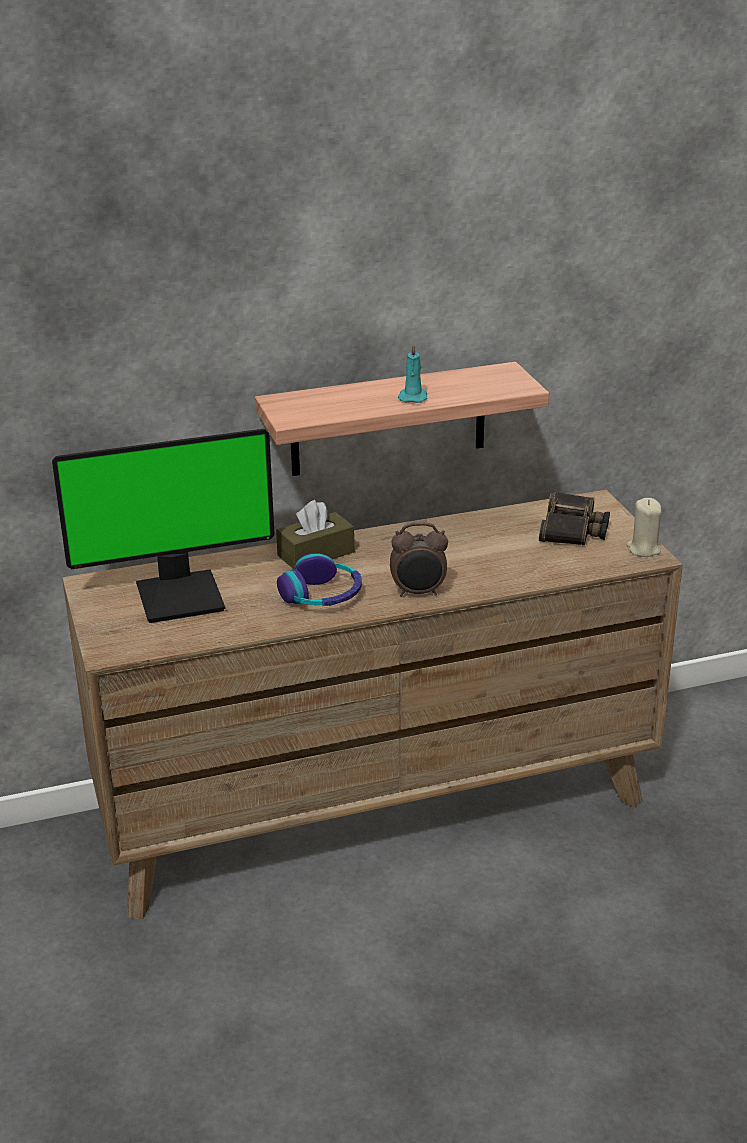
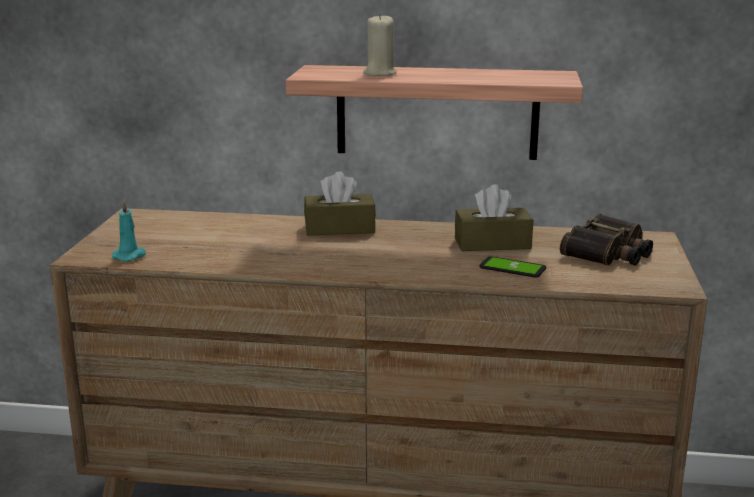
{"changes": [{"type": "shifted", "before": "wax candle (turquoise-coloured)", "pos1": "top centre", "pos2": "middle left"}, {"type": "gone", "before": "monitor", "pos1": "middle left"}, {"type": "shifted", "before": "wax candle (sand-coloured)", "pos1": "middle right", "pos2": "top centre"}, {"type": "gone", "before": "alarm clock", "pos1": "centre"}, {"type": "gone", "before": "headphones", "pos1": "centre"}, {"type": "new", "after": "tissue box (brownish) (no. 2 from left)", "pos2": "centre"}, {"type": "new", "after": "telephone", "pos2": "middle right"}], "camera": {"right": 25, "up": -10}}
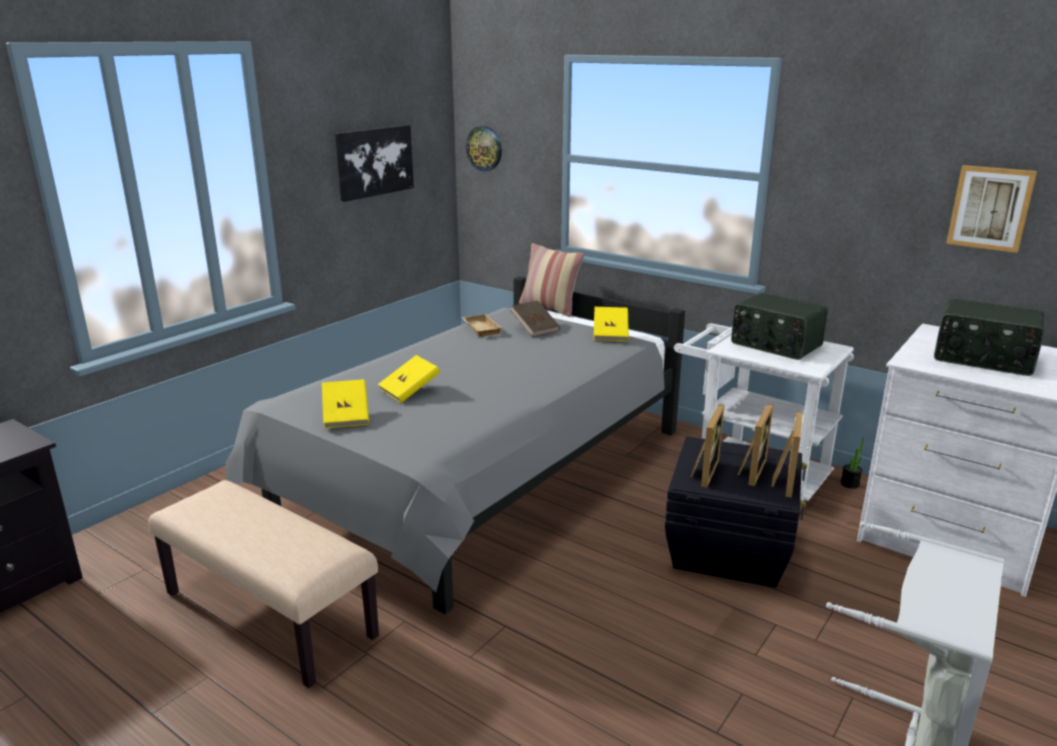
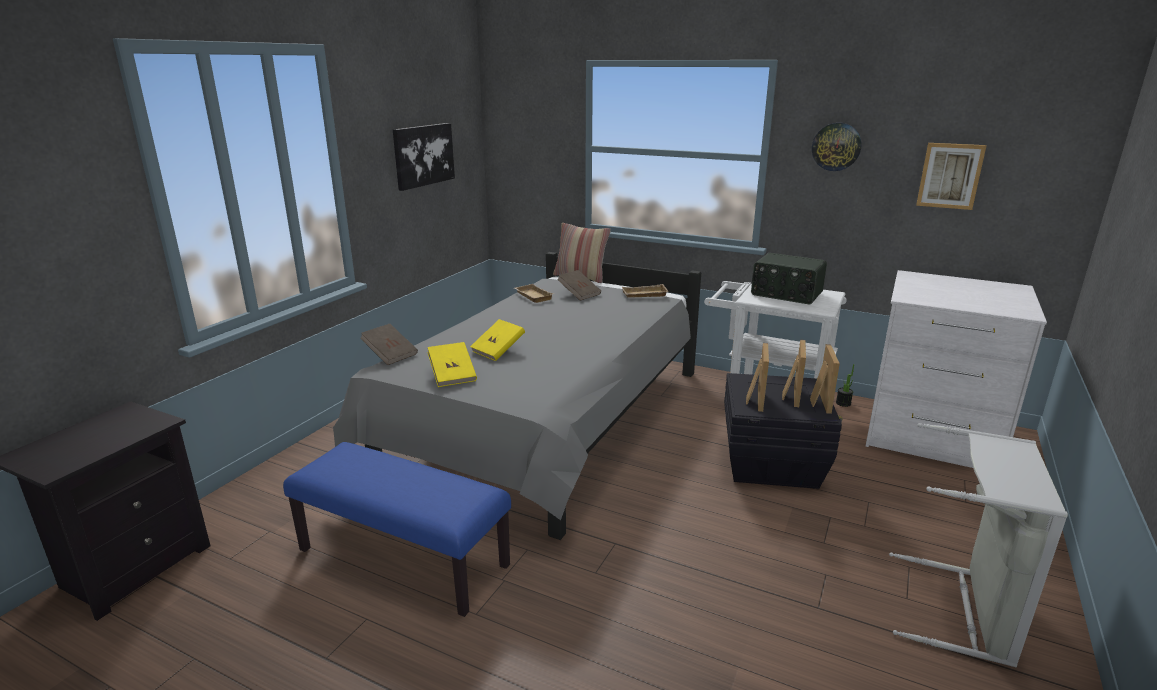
{"changes": [{"type": "shifted", "before": "clock on the wall", "pos1": "top centre", "pos2": "top right"}, {"type": "gone", "before": "radio set (no. 2 from left)", "pos1": "middle right"}, {"type": "swapped", "before": "bound book (yellow-coloured) (no. 3 from left)", "after": "serving tray (sand-coloured) (no. 2 from left)", "pos1": "centre", "pos2": "centre"}, {"type": "repainted", "before": "indoor bench (sand-coloured)", "after": "indoor bench (blue-coloured)", "pos1": "bottom left", "pos2": "bottom centre"}, {"type": "new", "after": "bound book (brownish) (no. 1 from left)", "pos2": "centre"}], "camera": {"right": -10, "up": 0}}
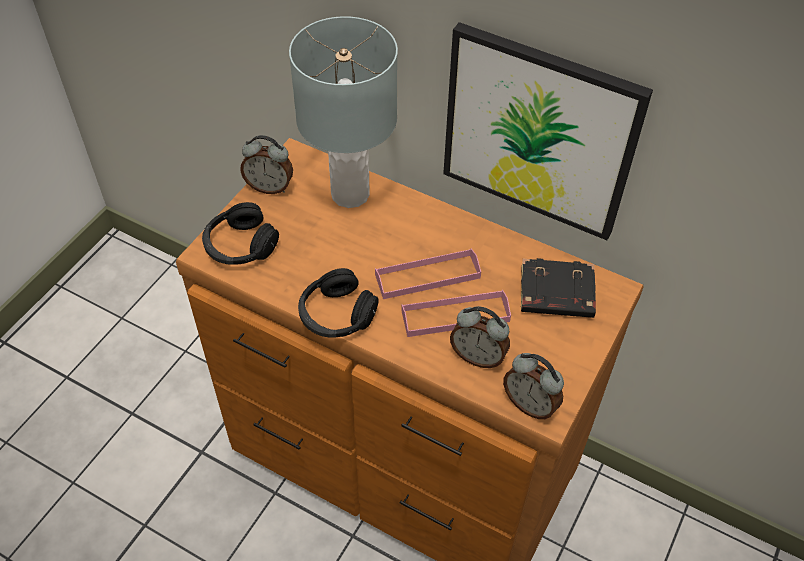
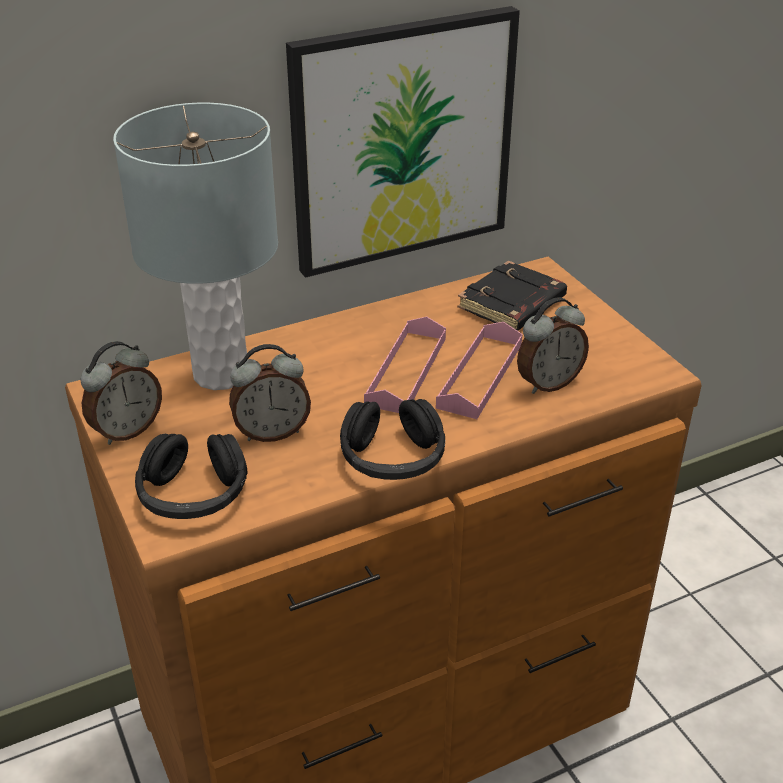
{"changes": [{"type": "shifted", "before": "alarm clock (no. 3 from left in the first image)", "after": "alarm clock (no. 2 from left)", "pos1": "bottom centre", "pos2": "centre"}], "camera": {"right": -55, "up": -15}}
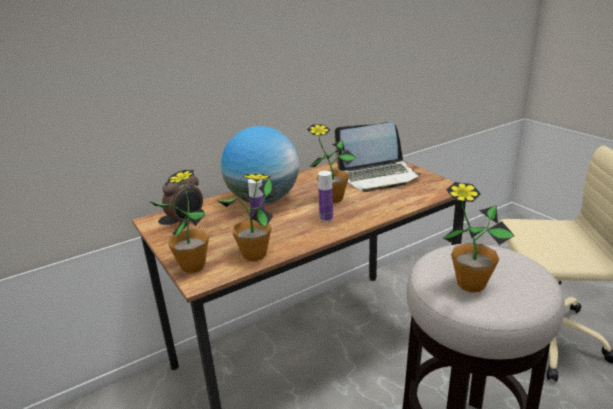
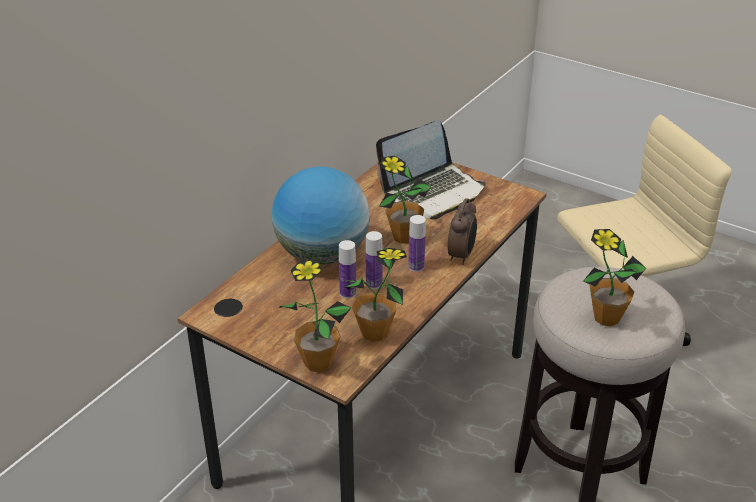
{"changes": [{"type": "shifted", "before": "alarm clock", "pos1": "middle left", "pos2": "centre"}, {"type": "new", "after": "beverage bottle (no. 2 from left)", "pos2": "centre"}], "camera": {"right": -25, "up": 10}}
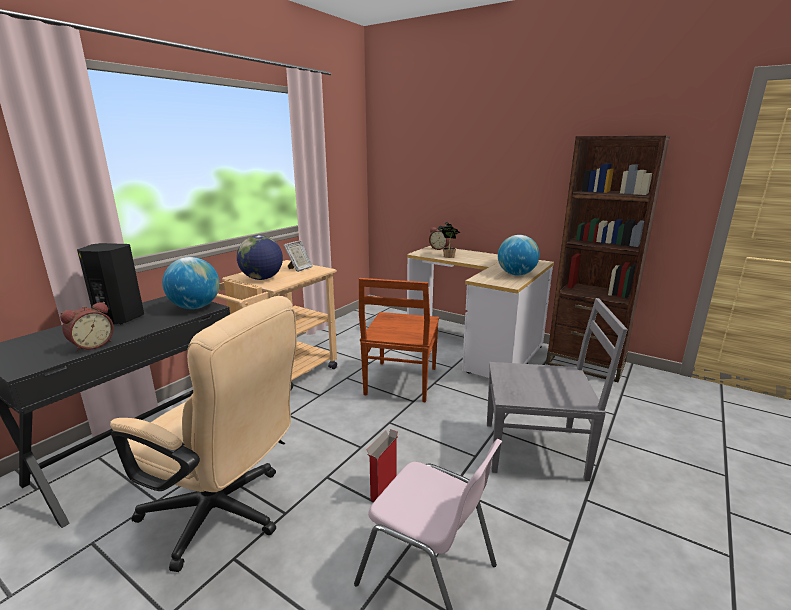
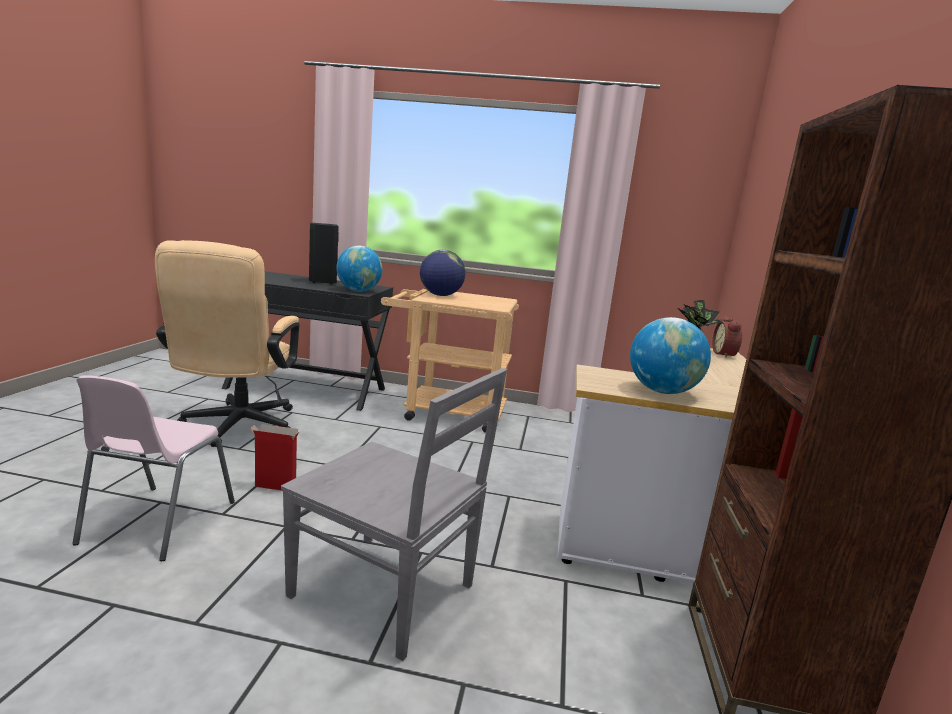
{"changes": [{"type": "gone", "before": "photo frame", "pos1": "centre"}, {"type": "gone", "before": "chair (brownish)", "pos1": "centre"}, {"type": "rotated", "before": "chair (grey)", "pos1": "middle right", "pos2": "bottom centre", "turn": -45}, {"type": "gone", "before": "alarm clock (no. 1 from left)", "pos1": "middle left"}], "camera": {"right": 65, "up": -5}}
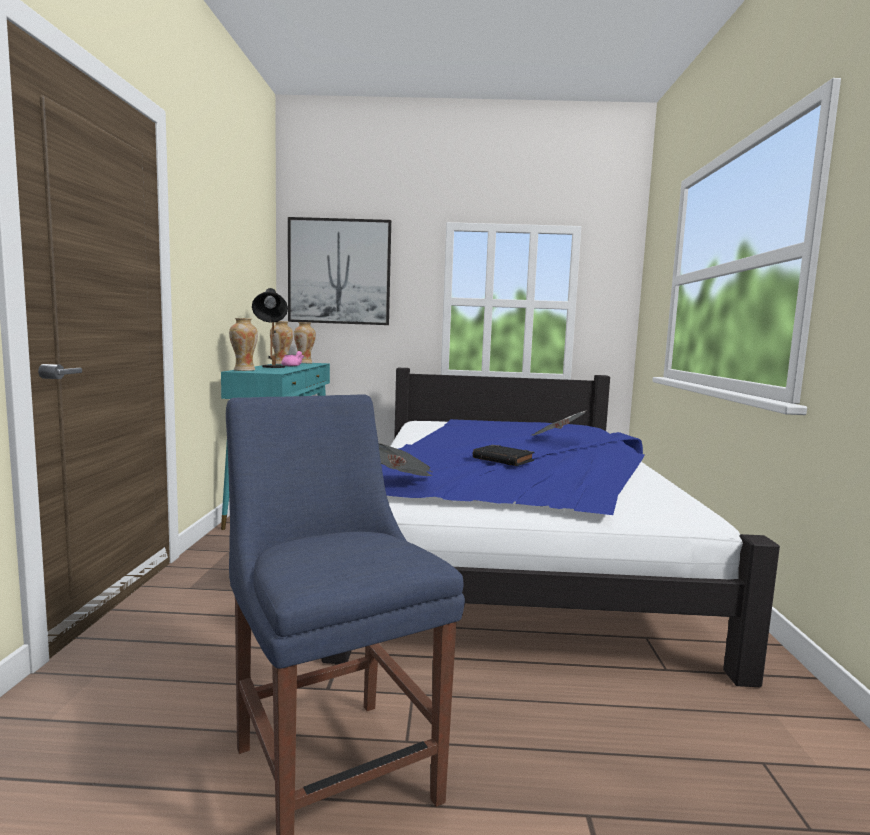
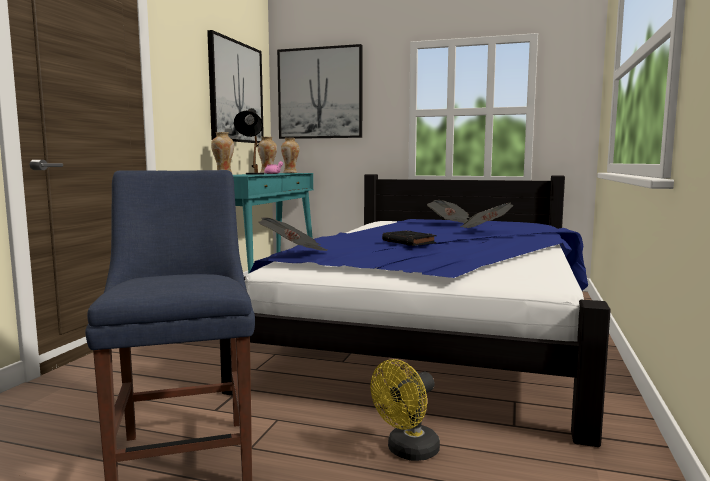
{"changes": [{"type": "new", "after": "picture (no. 1 from left)", "pos2": "top left"}, {"type": "new", "after": "daily paper (no. 2 from left)", "pos2": "centre"}, {"type": "new", "after": "cooling fan (yellow-coloured)", "pos2": "bottom centre"}], "camera": {"right": 15, "up": 0}}
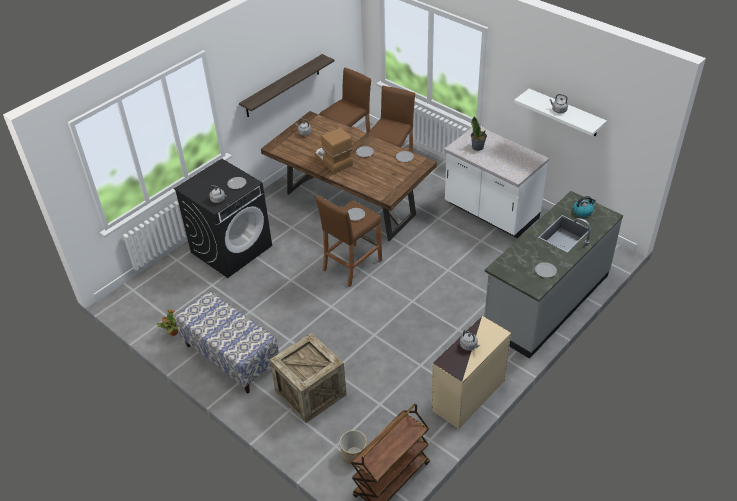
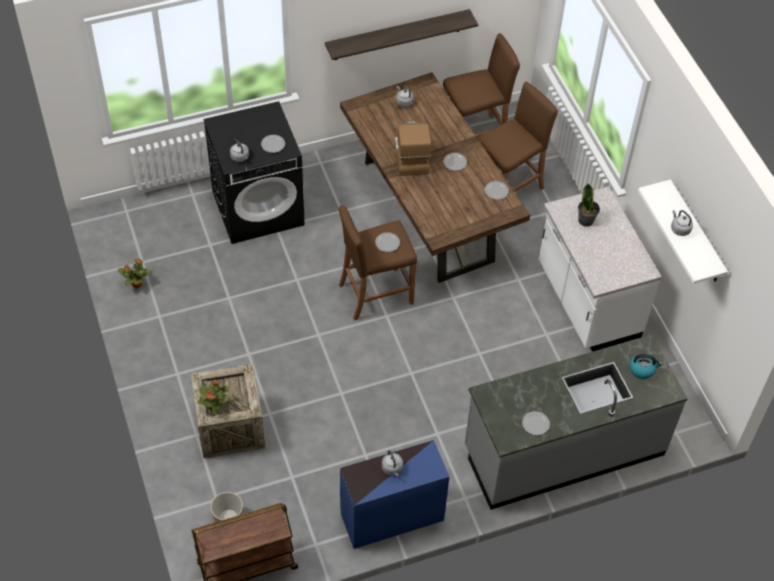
{"changes": [{"type": "gone", "before": "indoor bench", "pos1": "bottom left"}, {"type": "repainted", "before": "drawer chest (sand-coloured)", "after": "drawer chest (blue-coloured)", "pos1": "bottom centre", "pos2": "bottom centre"}, {"type": "new", "after": "potted plant (no. 2 from left)", "pos2": "bottom left"}], "camera": {"right": 25, "up": 10}}
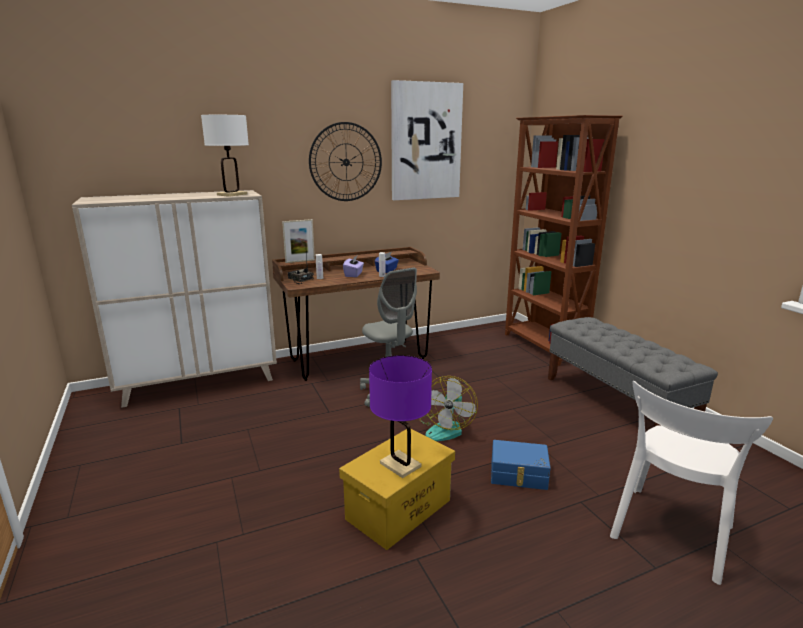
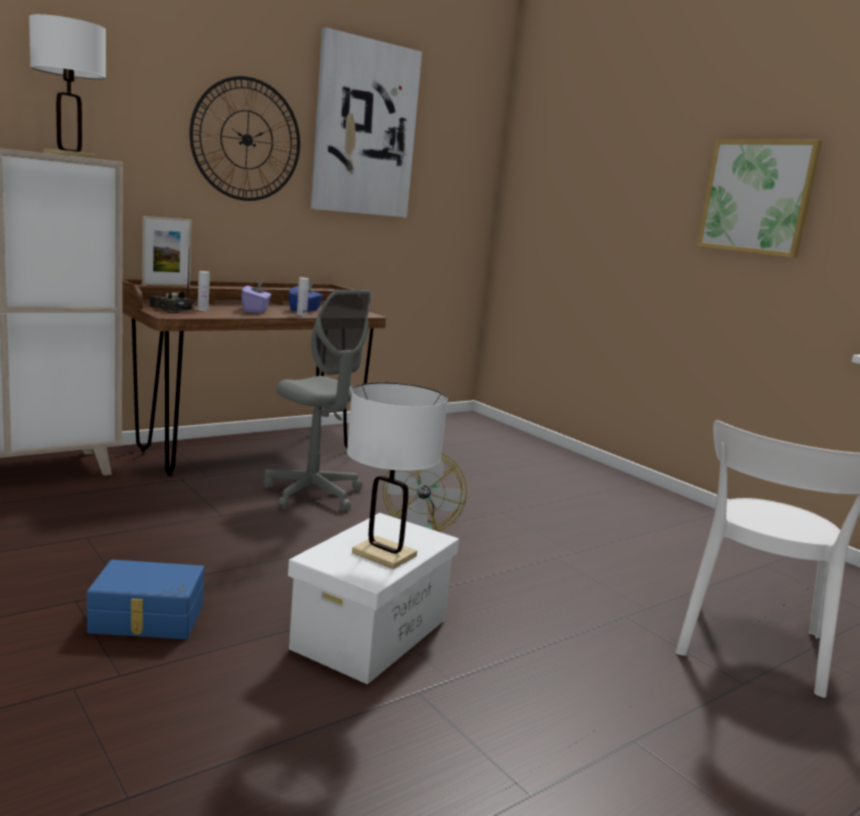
{"changes": [{"type": "gone", "before": "bookshelf (brownish)", "pos1": "middle right"}, {"type": "gone", "before": "indoor bench (grey)", "pos1": "middle right"}, {"type": "repainted", "before": "table lamp (purple)", "after": "table lamp (white-coloured) (no. 2 from left)", "pos1": "centre", "pos2": "centre"}, {"type": "repainted", "before": "storage container (yellow-coloured)", "after": "storage container (white-coloured)", "pos1": "bottom centre", "pos2": "bottom centre"}, {"type": "shifted", "before": "storage container (blue-coloured)", "pos1": "bottom centre", "pos2": "bottom left"}, {"type": "new", "after": "picture (no. 2 from left)", "pos2": "top right"}], "camera": {"right": -15, "up": -5}}
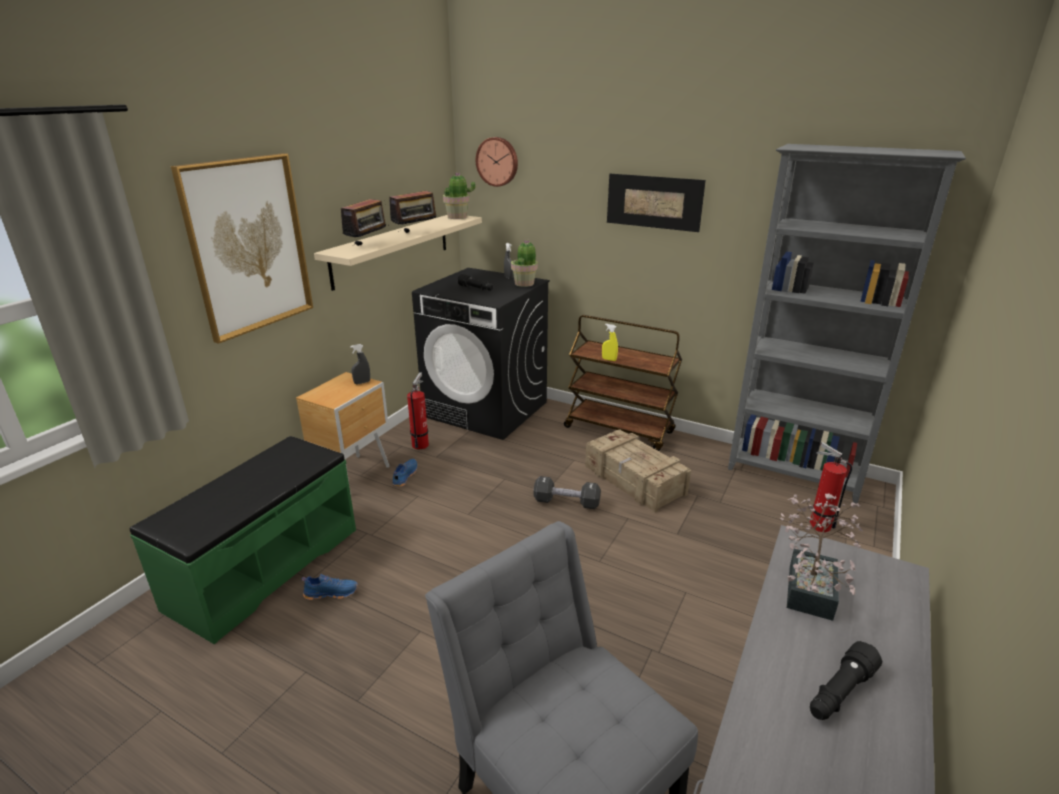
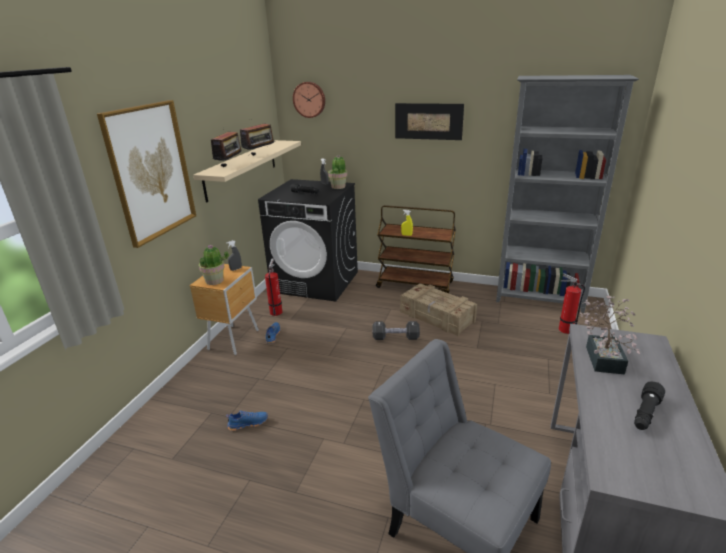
{"changes": [{"type": "shifted", "before": "potted plant (no. 1 from left)", "pos1": "top centre", "pos2": "middle left"}, {"type": "gone", "before": "indoor bench (green)", "pos1": "bottom left"}], "camera": {"right": -10, "up": 0}}
